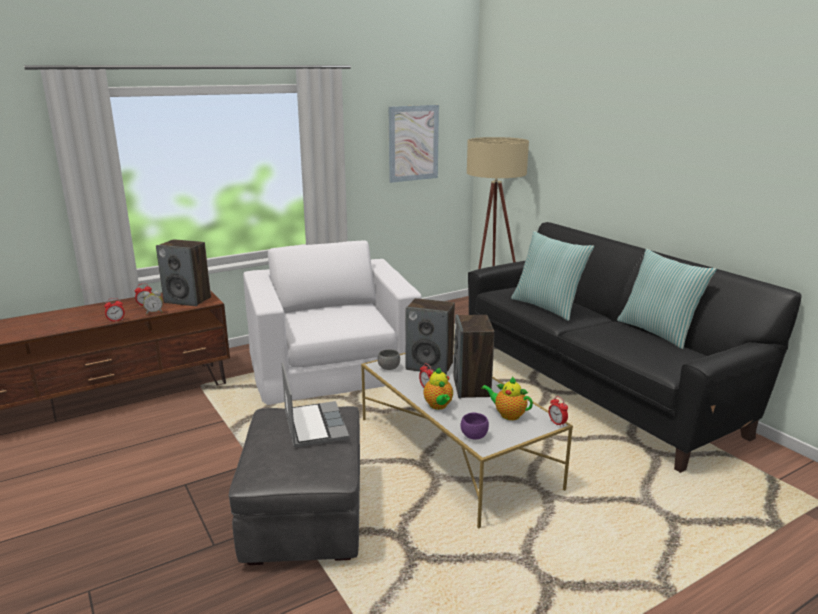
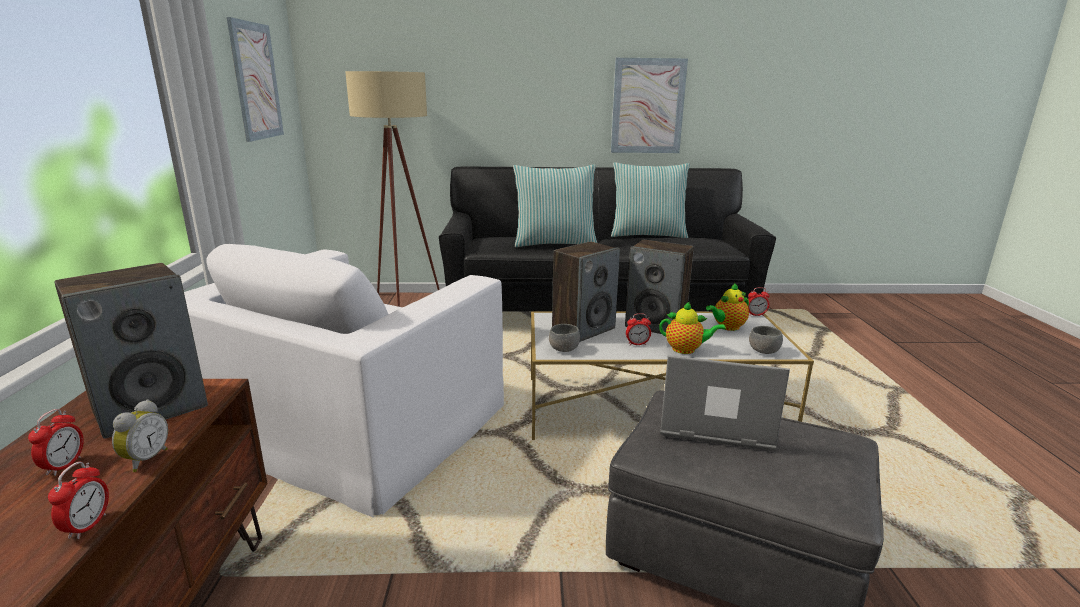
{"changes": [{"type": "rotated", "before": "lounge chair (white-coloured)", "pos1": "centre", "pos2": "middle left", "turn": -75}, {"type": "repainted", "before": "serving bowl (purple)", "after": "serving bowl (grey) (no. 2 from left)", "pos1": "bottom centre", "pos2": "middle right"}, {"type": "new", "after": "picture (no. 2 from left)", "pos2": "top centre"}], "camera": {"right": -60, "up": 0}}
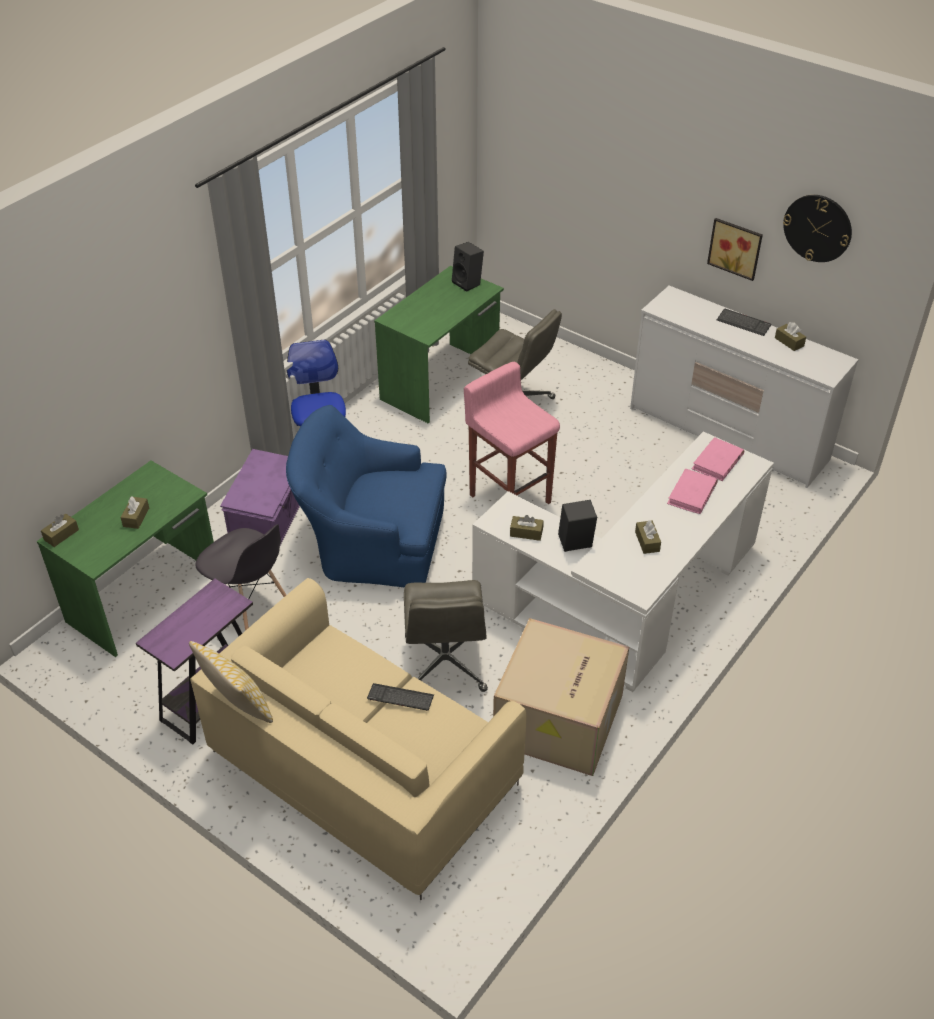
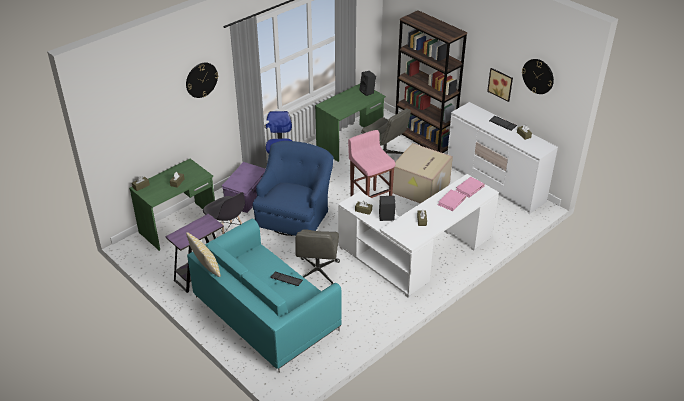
{"changes": [{"type": "rotated", "before": "lounge chair (blue-coloured)", "pos1": "centre", "pos2": "centre", "turn": 90}, {"type": "repainted", "before": "sofa (sand-coloured)", "after": "sofa (turquoise-coloured)", "pos1": "bottom centre", "pos2": "bottom centre"}, {"type": "shifted", "before": "packing box", "pos1": "bottom centre", "pos2": "centre"}, {"type": "new", "after": "bookshelf (brownish)", "pos2": "top centre"}, {"type": "new", "after": "clock on the wall (no. 1 from left)", "pos2": "top left"}], "camera": {"right": 10, "up": -5}}
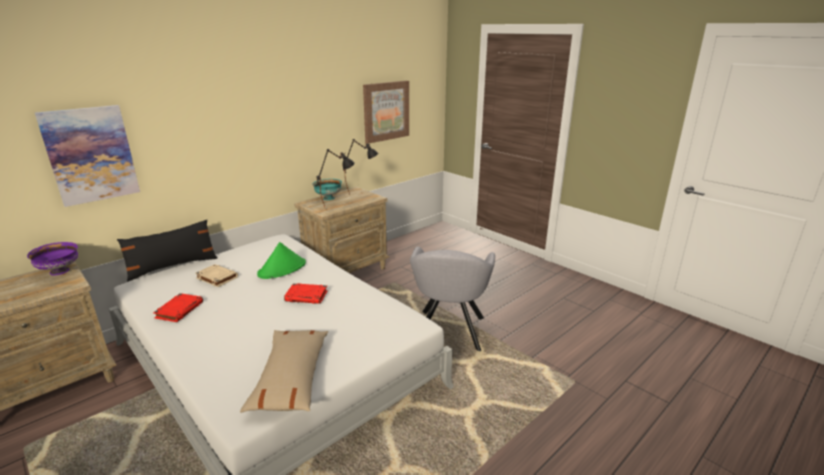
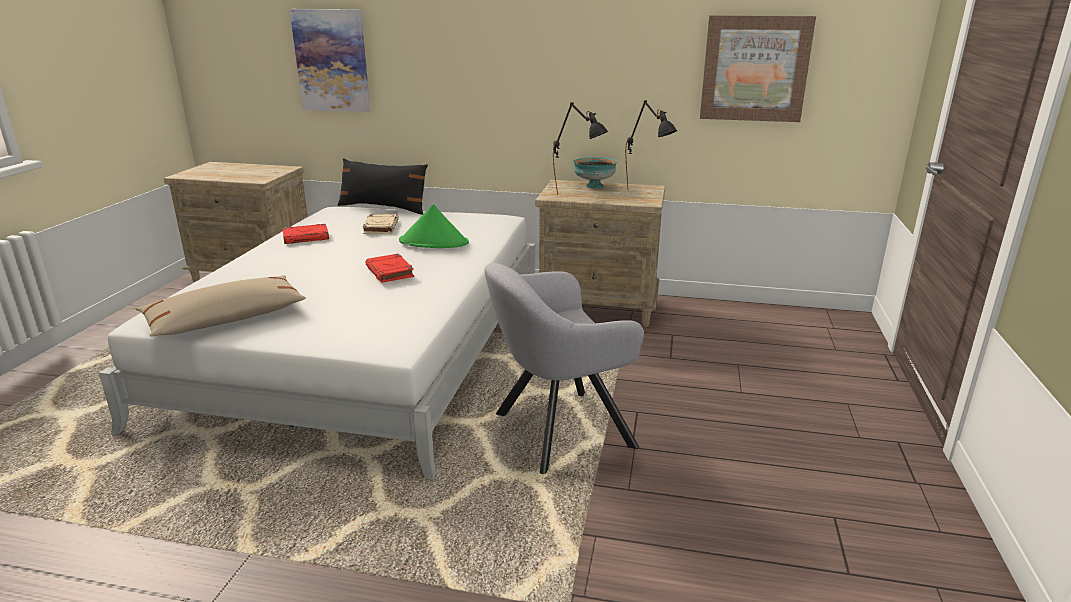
{"changes": [{"type": "gone", "before": "serving bowl (purple)", "pos1": "middle left"}], "camera": {"right": 55, "up": 0}}
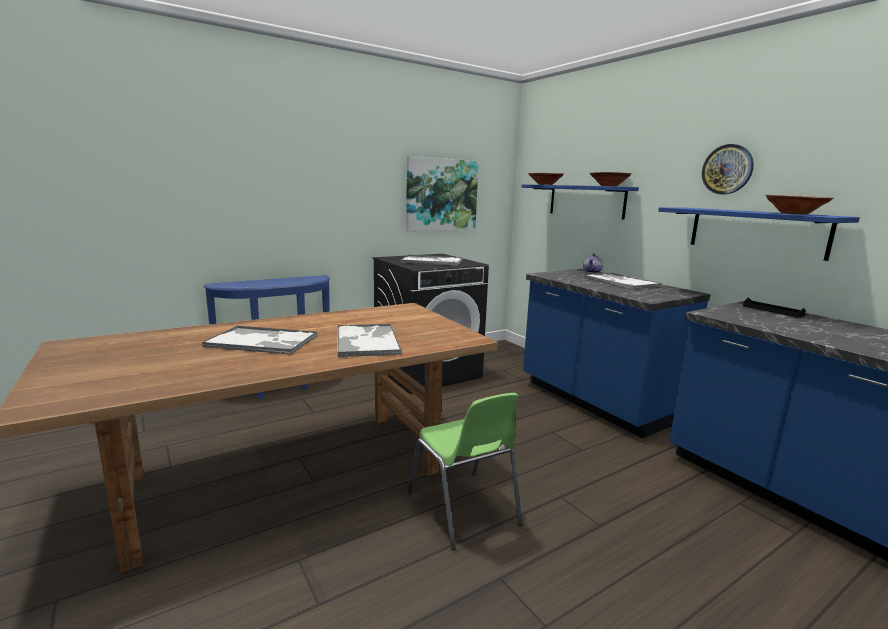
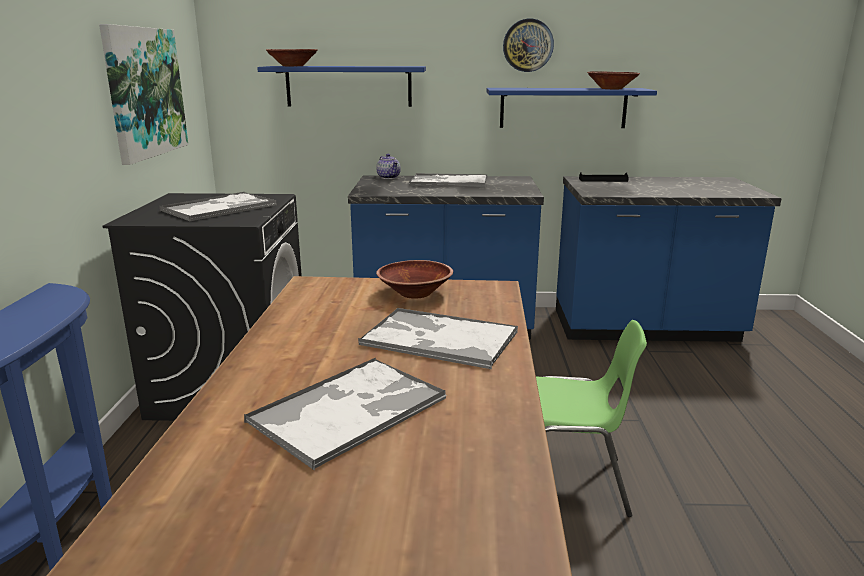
{"changes": [{"type": "shifted", "before": "serving bowl (brownish) (no. 2 from left)", "pos1": "top right", "pos2": "centre"}], "camera": {"right": -55, "up": 5}}
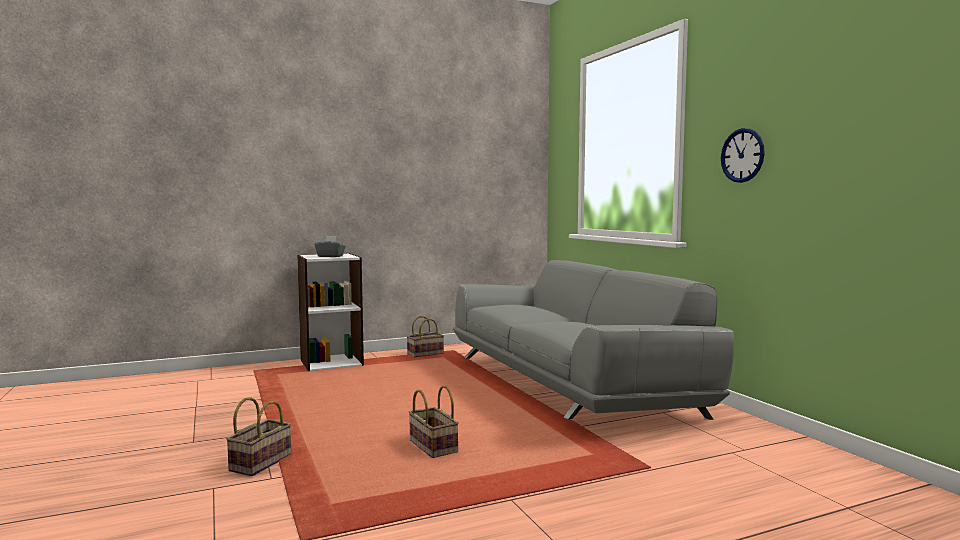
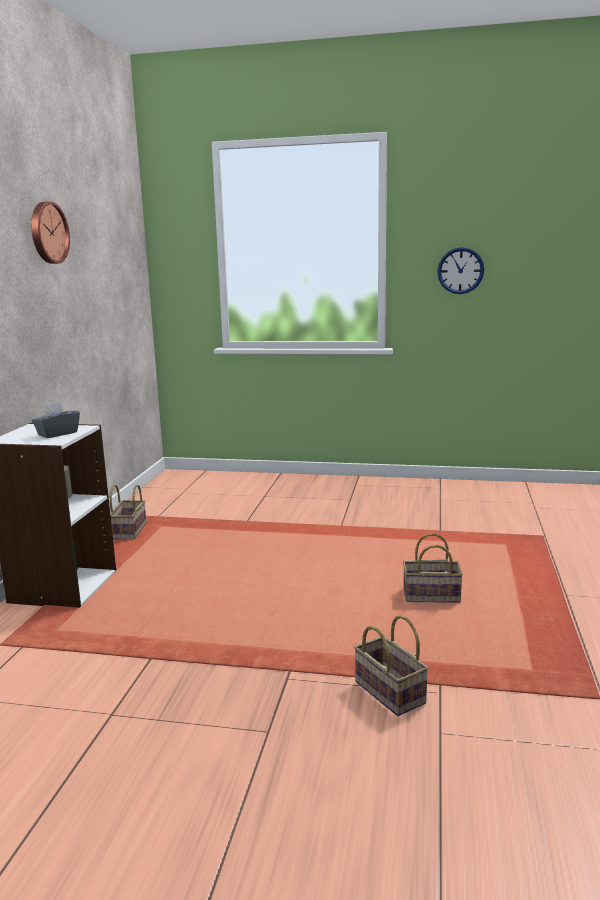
{"changes": [{"type": "gone", "before": "sofa (grey)", "pos1": "centre"}, {"type": "new", "after": "clock on the wall (no. 1 from left)", "pos2": "top left"}], "camera": {"right": -55, "up": 10}}
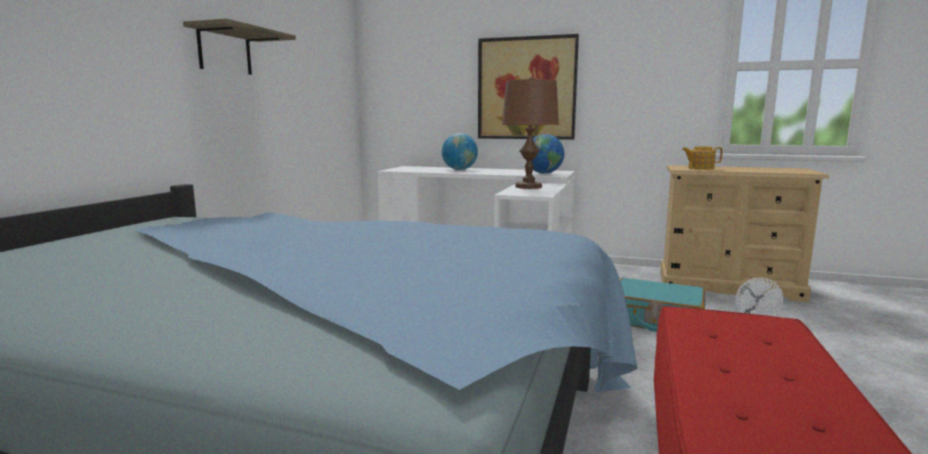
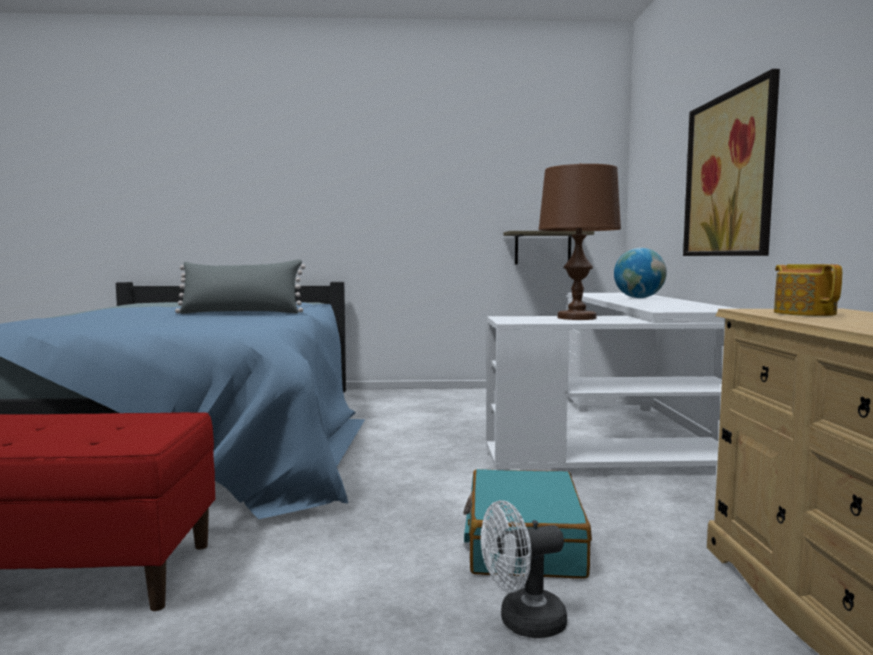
{"changes": [{"type": "shifted", "before": "wall shelf", "pos1": "top left", "pos2": "centre"}, {"type": "gone", "before": "globe (no. 2 from left)", "pos1": "centre"}, {"type": "new", "after": "pillow (grey)", "pos2": "middle left"}], "camera": {"right": 70, "up": -5}}
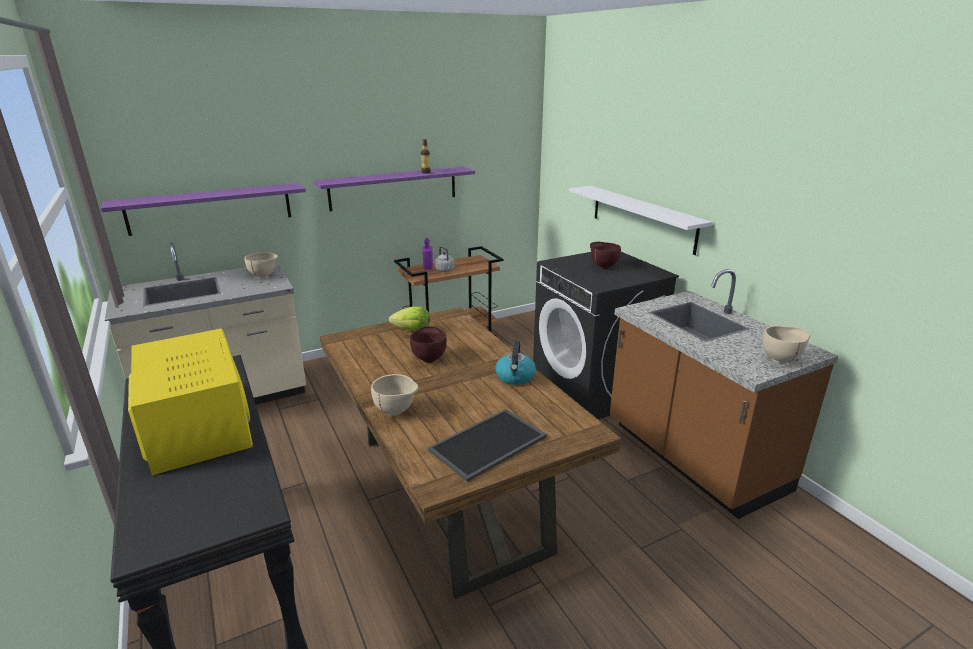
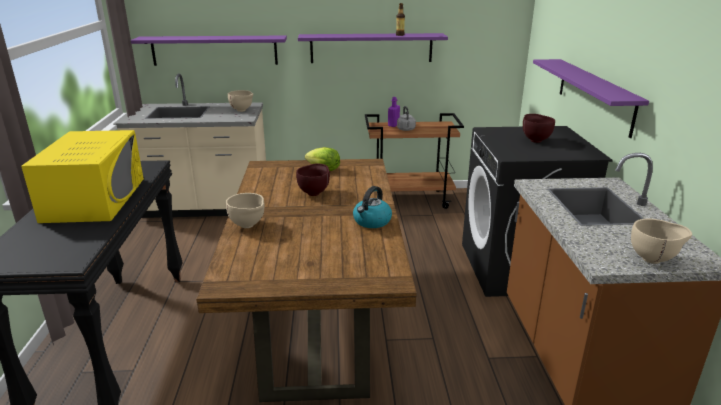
{"changes": [{"type": "repainted", "before": "wall shelf (white-coloured)", "after": "wall shelf (purple) (no. 3 from left)", "pos1": "centre", "pos2": "top right"}, {"type": "gone", "before": "serving tray", "pos1": "bottom centre"}], "camera": {"right": 25, "up": 0}}
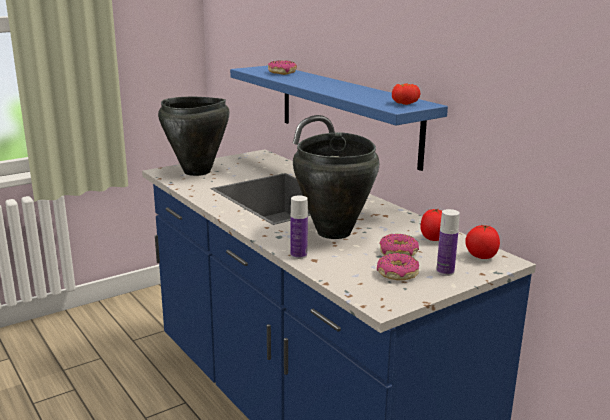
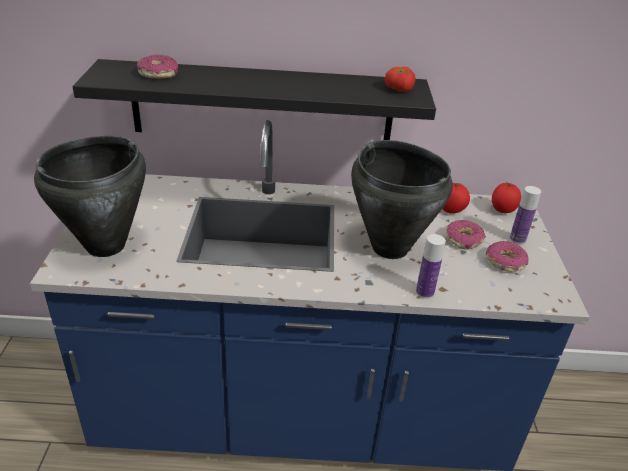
{"changes": [{"type": "repainted", "before": "wall shelf (blue-coloured)", "after": "wall shelf (blackish)", "pos1": "top centre", "pos2": "top centre"}], "camera": {"right": -55, "up": 15}}
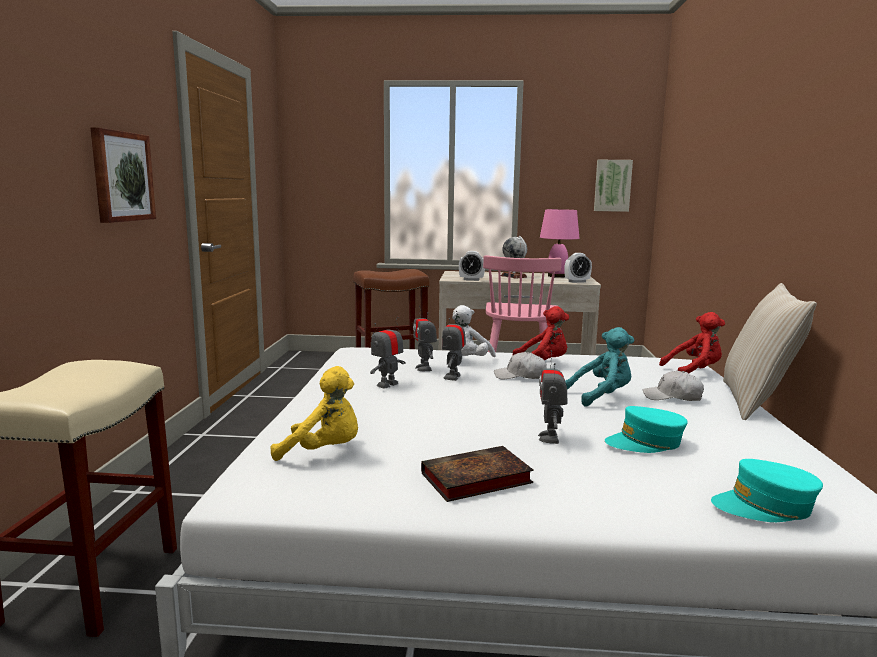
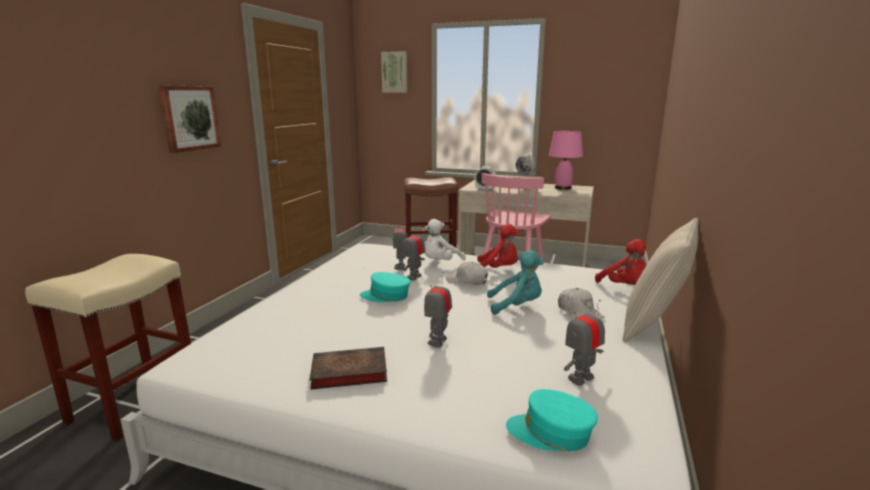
{"changes": [{"type": "shifted", "before": "picture (no. 2 from left)", "pos1": "top right", "pos2": "top centre"}, {"type": "gone", "before": "alarm clock (no. 2 from left)", "pos1": "centre"}, {"type": "rotated", "before": "cuddly toy (reddish) (no. 2 from left)", "pos1": "middle right", "pos2": "middle right", "turn": 60}, {"type": "shifted", "before": "model robot (no. 1 from left in the first image)", "after": "model robot (no. 4 from left)", "pos1": "centre", "pos2": "bottom right"}, {"type": "gone", "before": "cuddly toy (yellow-coloured)", "pos1": "centre"}, {"type": "rotated", "before": "peaked cap (white-coloured) (no. 2 from left)", "pos1": "middle right", "pos2": "middle right", "turn": -150}, {"type": "shifted", "before": "peaked cap (turquoise-coloured) (no. 1 from left)", "pos1": "middle right", "pos2": "centre"}], "camera": {"right": 15, "up": 5}}
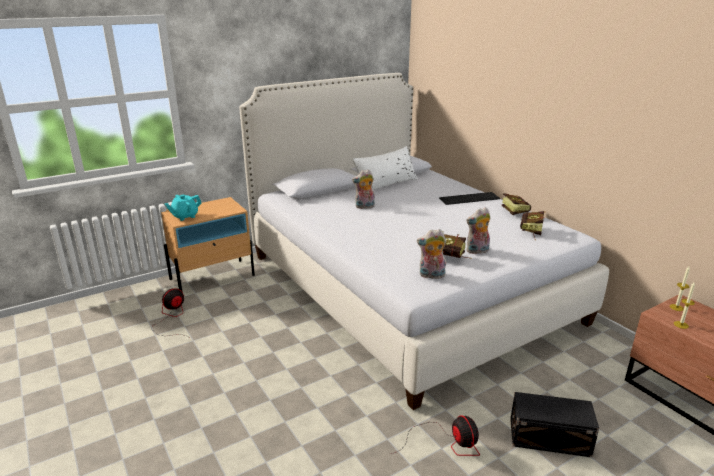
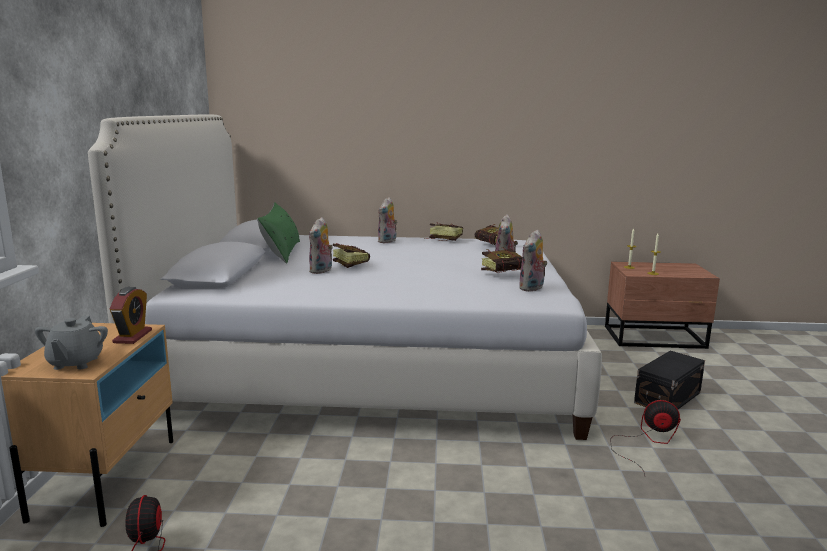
{"changes": [{"type": "repainted", "before": "pillow (white-coloured)", "after": "pillow (green)", "pos1": "centre", "pos2": "centre"}, {"type": "swapped", "before": "PC keyboard", "after": "cuddly toy (no. 2 from left)", "pos1": "centre", "pos2": "centre"}, {"type": "repainted", "before": "pot for tea (turquoise-coloured)", "after": "pot for tea (grey)", "pos1": "middle left", "pos2": "middle left"}, {"type": "new", "after": "bound book (no. 1 from left)", "pos2": "centre"}, {"type": "new", "after": "alarm clock", "pos2": "middle left"}], "camera": {"right": -55, "up": -10}}
